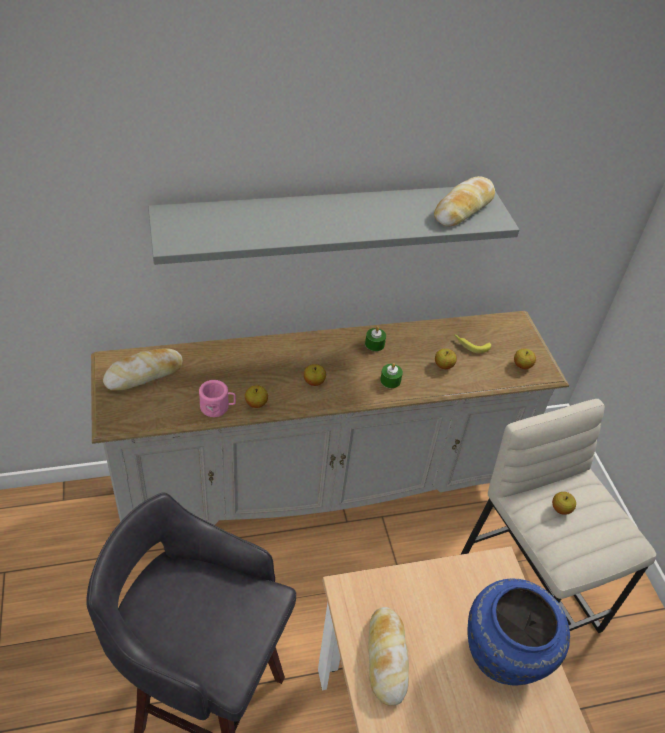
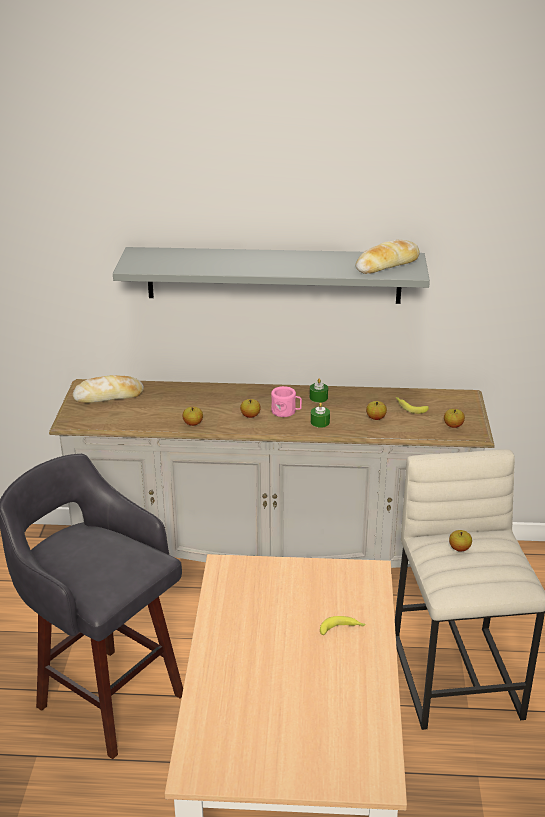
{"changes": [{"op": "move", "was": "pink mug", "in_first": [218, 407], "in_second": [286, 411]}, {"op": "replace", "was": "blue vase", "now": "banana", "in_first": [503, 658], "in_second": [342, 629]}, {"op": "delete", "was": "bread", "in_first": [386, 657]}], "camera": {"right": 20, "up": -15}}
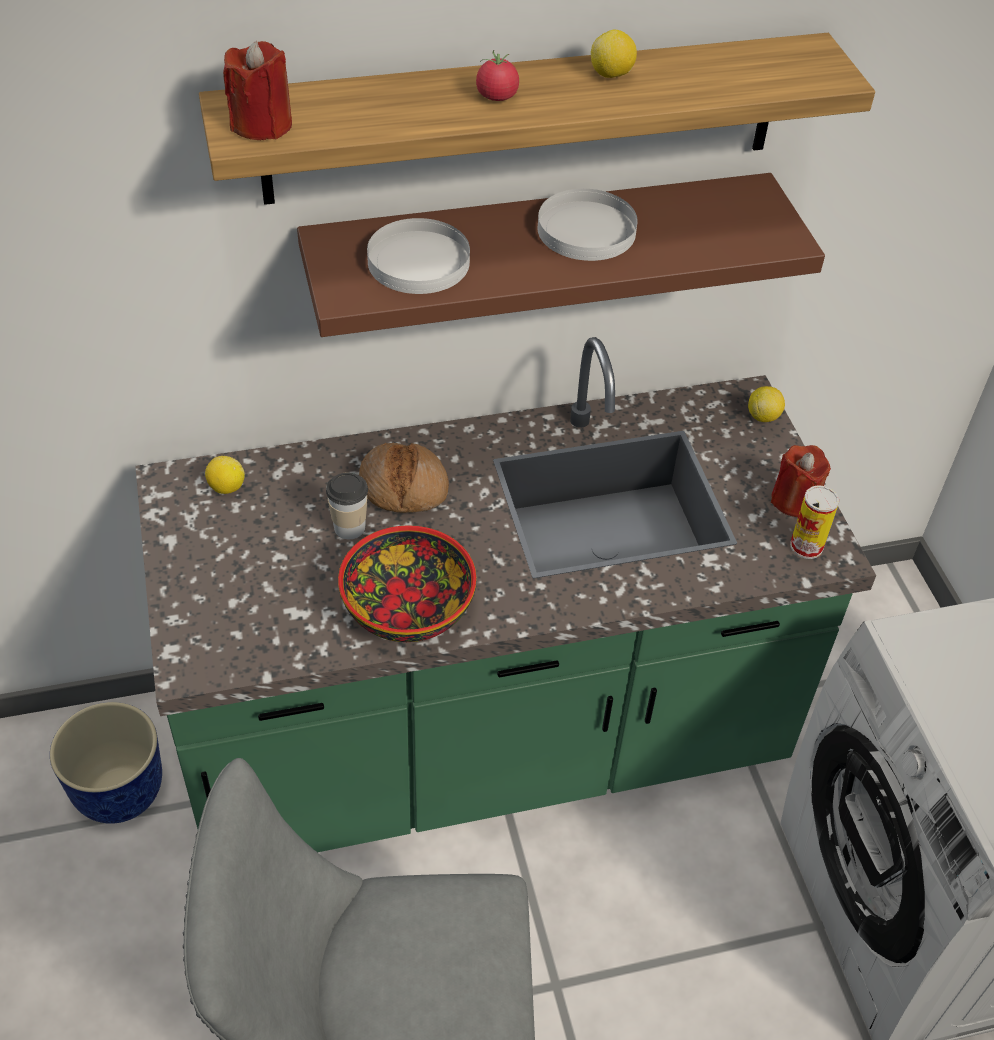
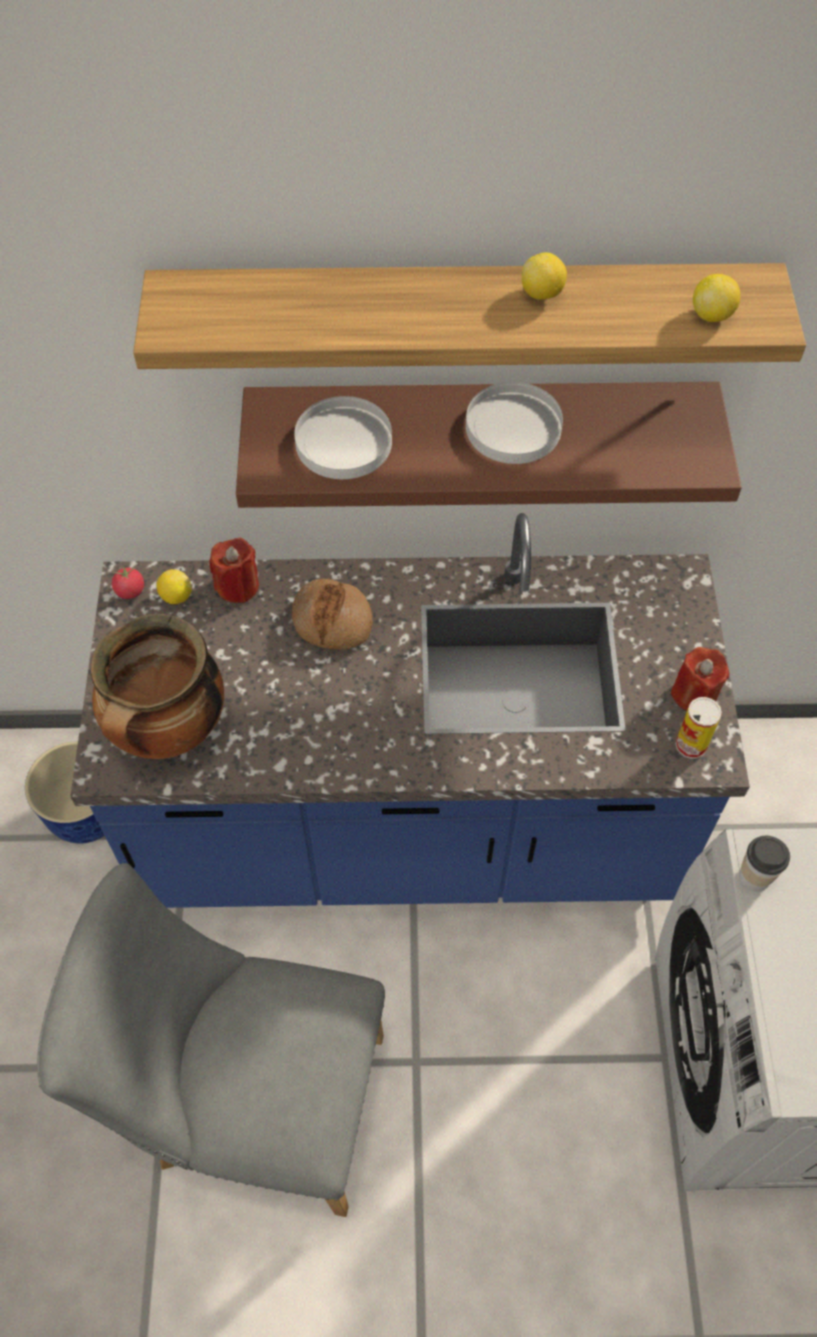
{"changes": [{"op": "move", "was": "red candle", "in_first": [262, 125], "in_second": [237, 586]}, {"op": "move", "was": "tomato", "in_first": [497, 97], "in_second": [130, 591]}, {"op": "recolor", "was": "green counter", "now": "blue counter", "in_first": [485, 743], "in_second": [408, 828]}, {"op": "move", "was": "lemon", "in_first": [763, 416], "in_second": [712, 315]}, {"op": "move", "was": "cup", "in_first": [349, 528], "in_second": [754, 877]}, {"op": "delete", "was": "bowl", "in_first": [409, 607]}, {"op": "insert", "now": "cooking pot", "in_second": [170, 733]}], "camera": {"right": 15, "up": 10}}
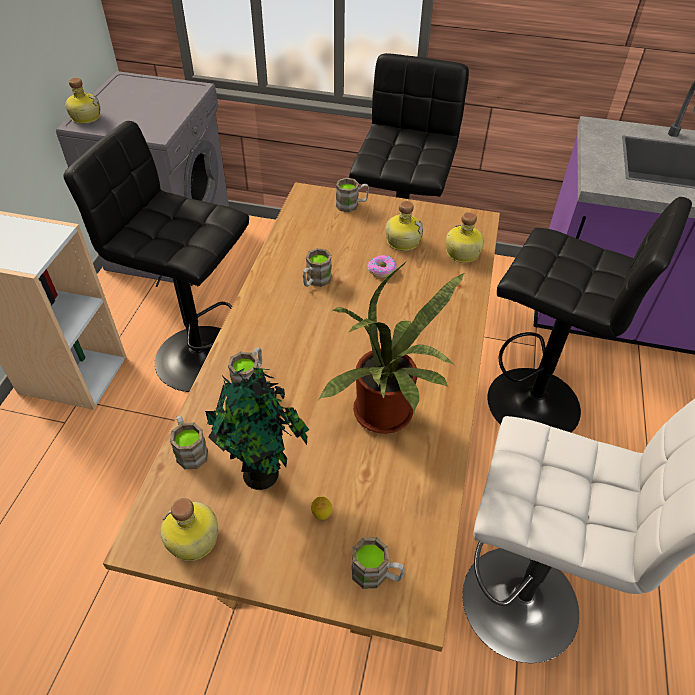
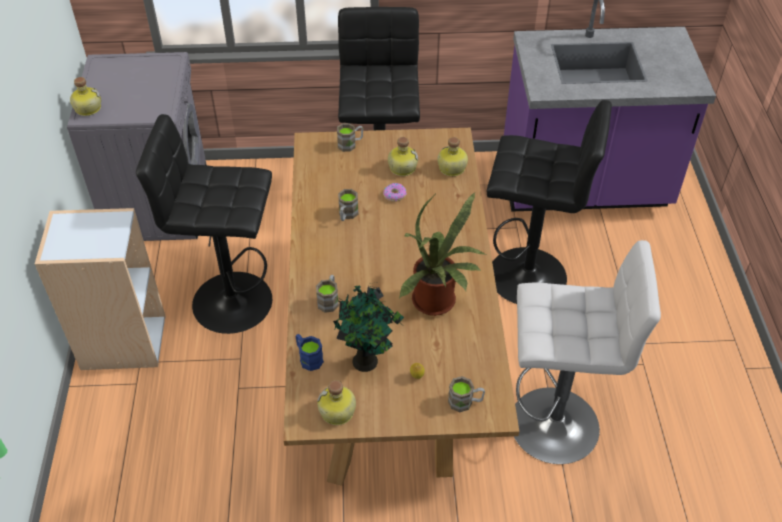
{"changes": [{"op": "recolor", "was": "brown mug", "now": "blue mug", "in_first": [190, 450], "in_second": [308, 358]}], "camera": {"right": -15, "up": 0}}
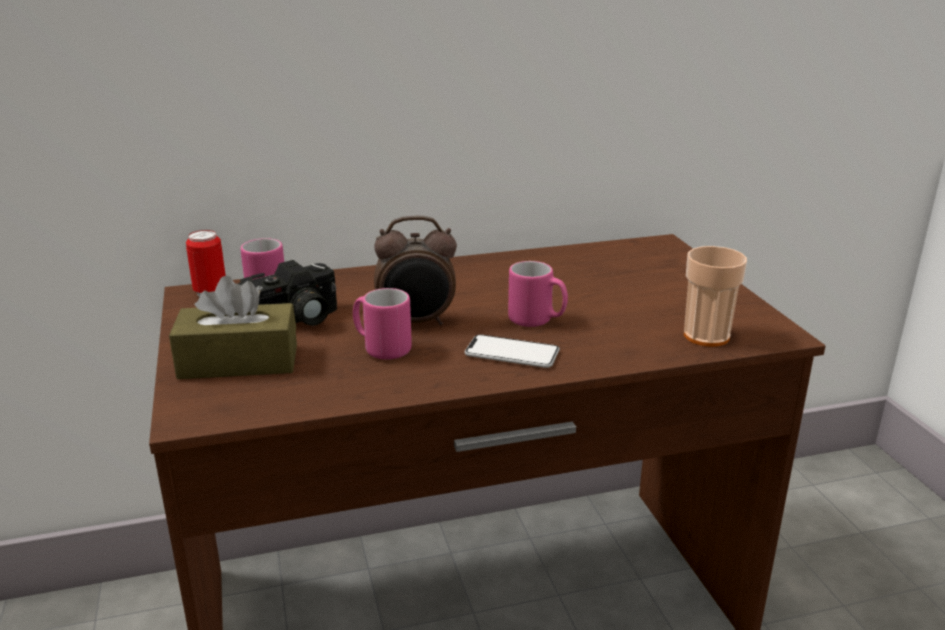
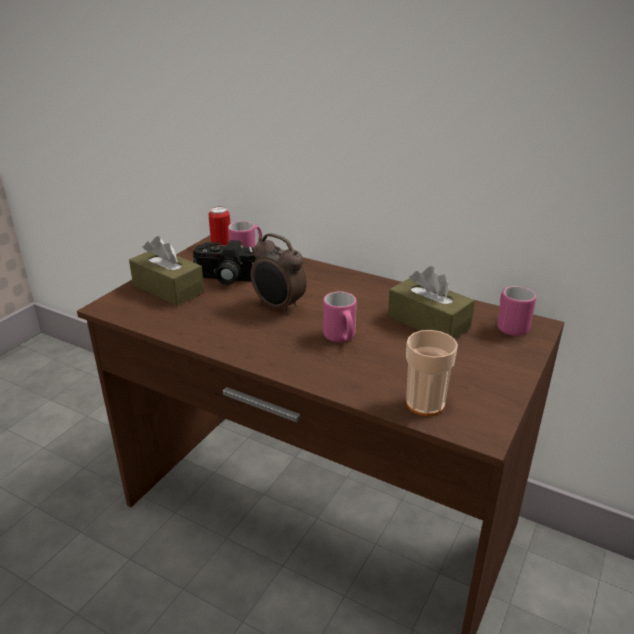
{"changes": [{"op": "move", "was": "pink mug", "in_first": [381, 348], "in_second": [509, 326]}, {"op": "delete", "was": "phone", "in_first": [512, 353]}, {"op": "insert", "now": "brown tissue box", "in_second": [428, 322]}], "camera": {"right": 45, "up": 5}}
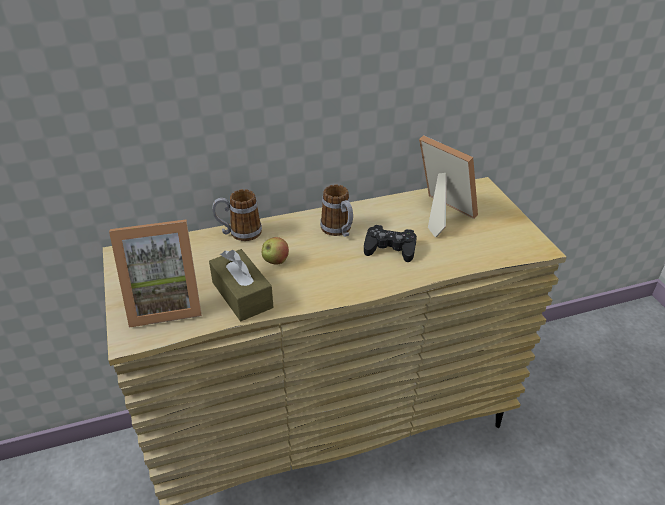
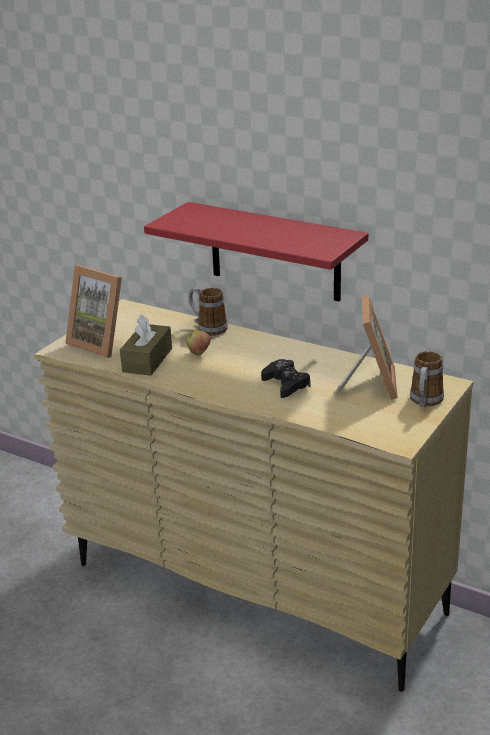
{"changes": [{"op": "move", "was": "mug", "in_first": [339, 231], "in_second": [425, 402]}, {"op": "insert", "now": "red shelf", "in_second": [274, 252]}], "camera": {"right": 50, "up": -10}}
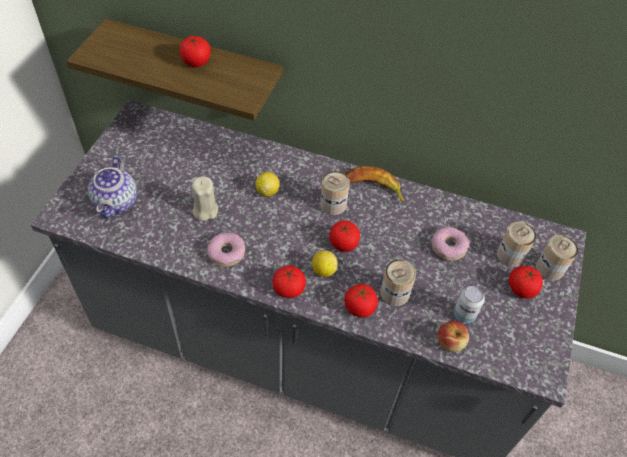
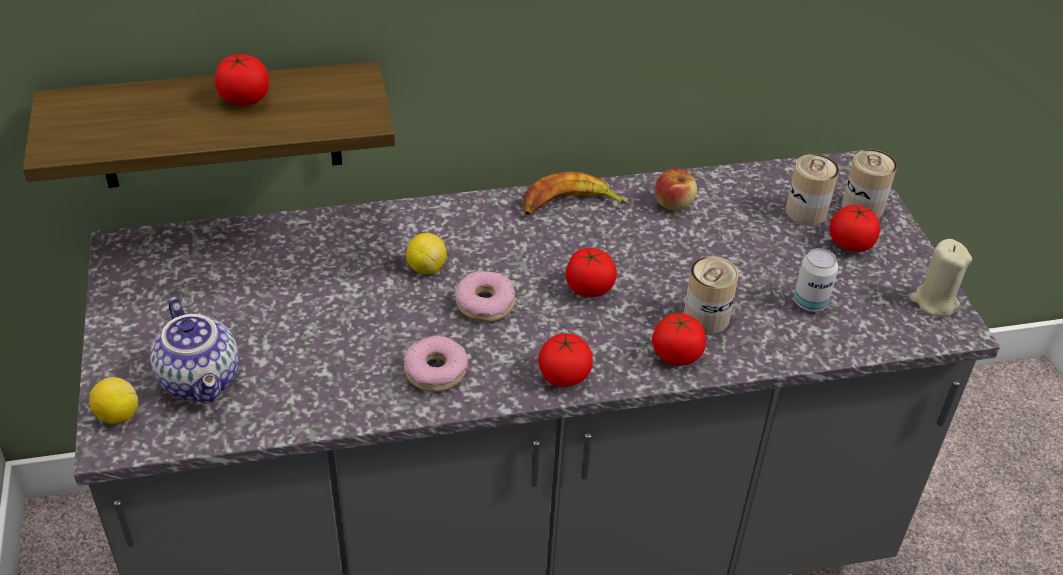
{"changes": [{"op": "delete", "was": "can", "in_first": [333, 204]}, {"op": "move", "was": "beige candle", "in_first": [205, 210], "in_second": [934, 302]}, {"op": "move", "was": "donut", "in_first": [448, 247], "in_second": [485, 303]}, {"op": "move", "was": "lemon", "in_first": [323, 270], "in_second": [118, 415]}, {"op": "move", "was": "apple", "in_first": [450, 342], "in_second": [674, 203]}], "camera": {"right": -30, "up": -10}}
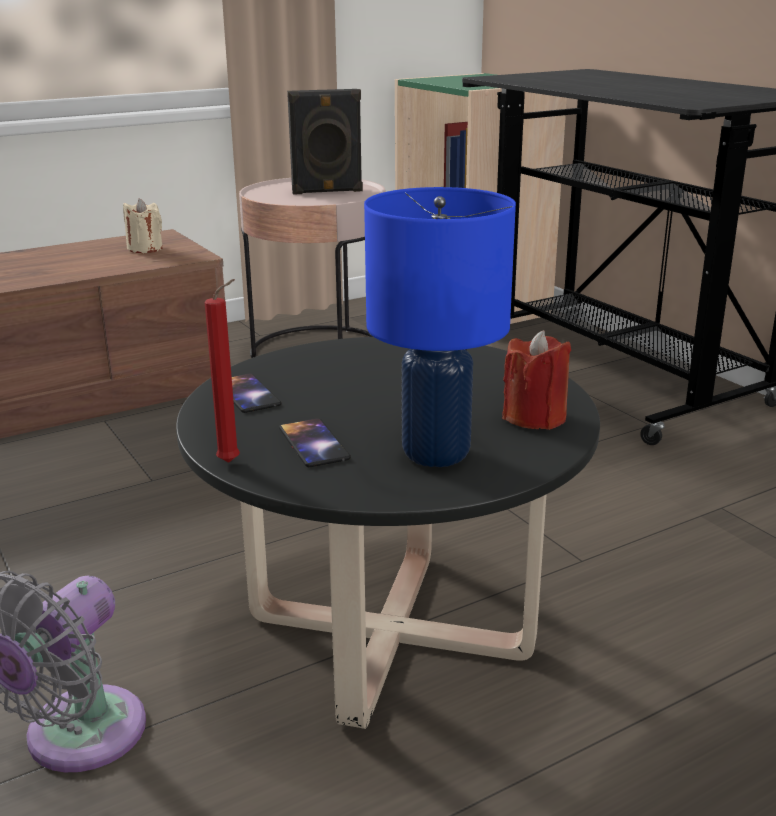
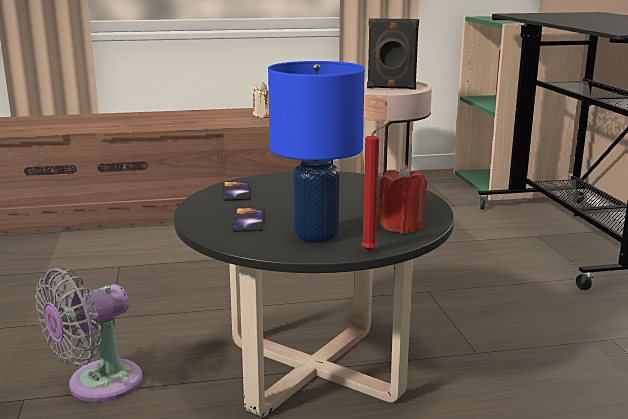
{"changes": [{"op": "move", "was": "red candle", "in_first": [232, 462], "in_second": [372, 251]}], "camera": {"right": 20, "up": -5}}
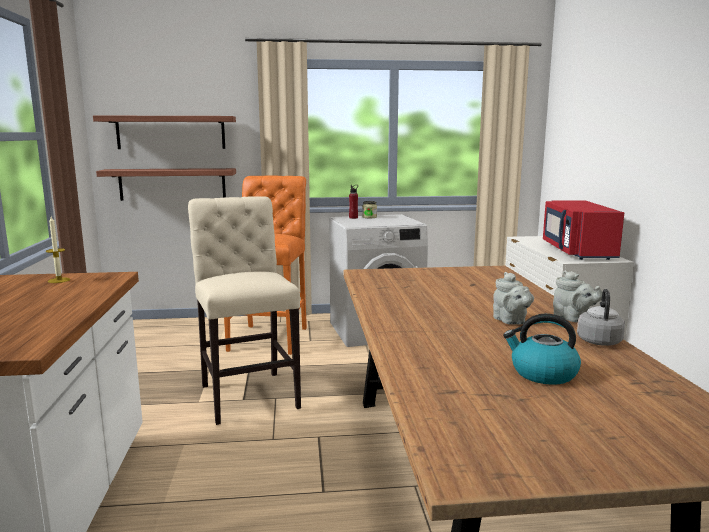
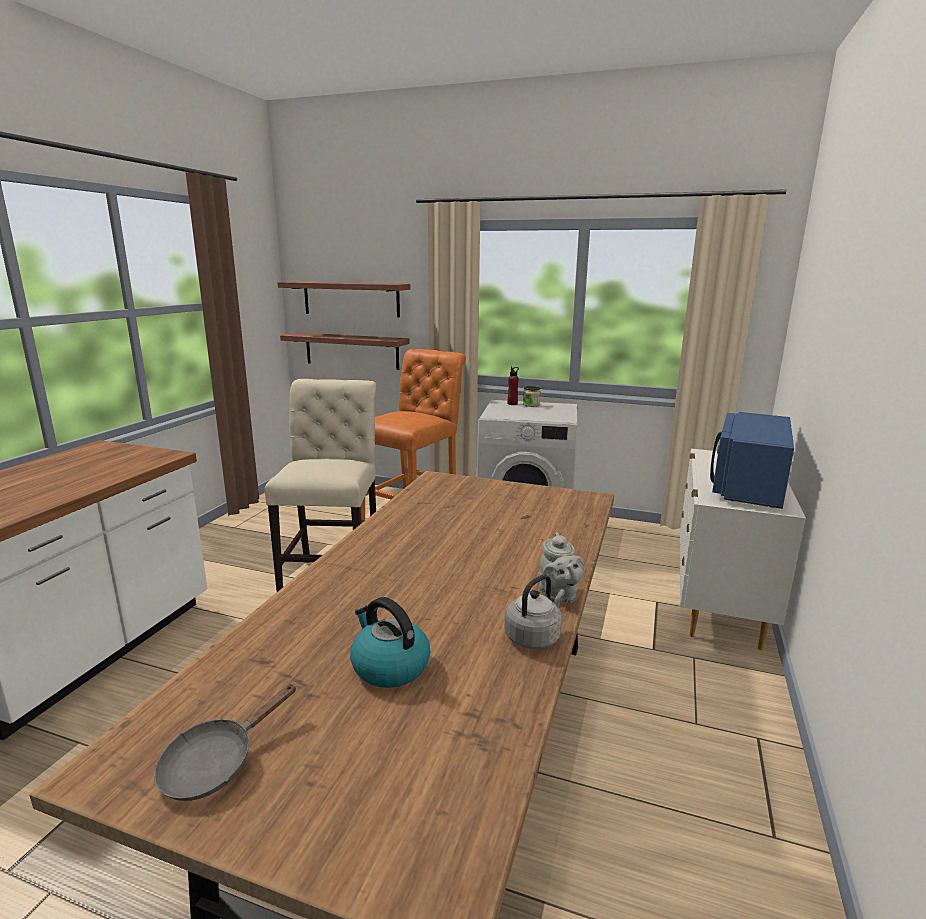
{"changes": [{"op": "recolor", "was": "red microwave", "now": "blue microwave", "in_first": [576, 251], "in_second": [747, 486]}, {"op": "delete", "was": "candle", "in_first": [59, 280]}, {"op": "delete", "was": "grey teapot", "in_first": [511, 321]}, {"op": "insert", "now": "grey frying pan", "in_second": [216, 763]}], "camera": {"right": 25, "up": 5}}
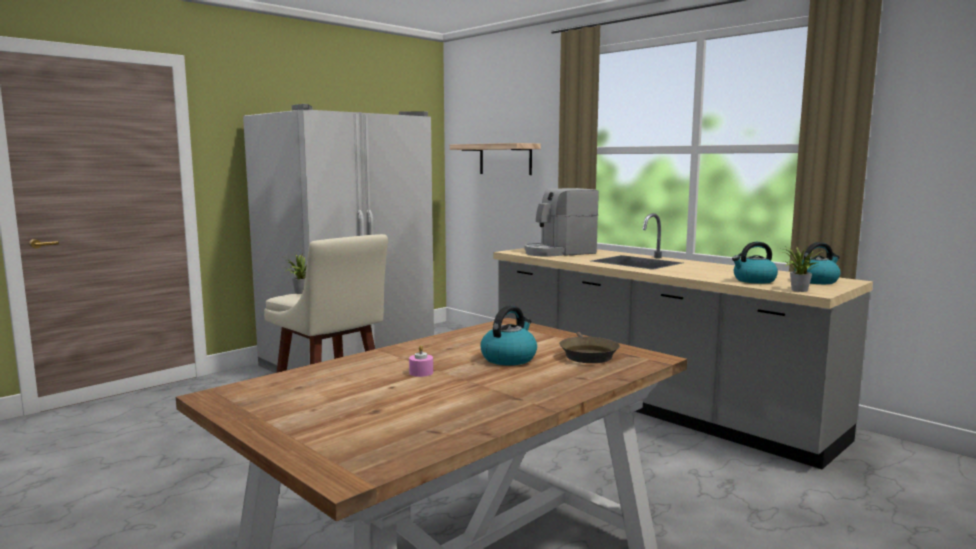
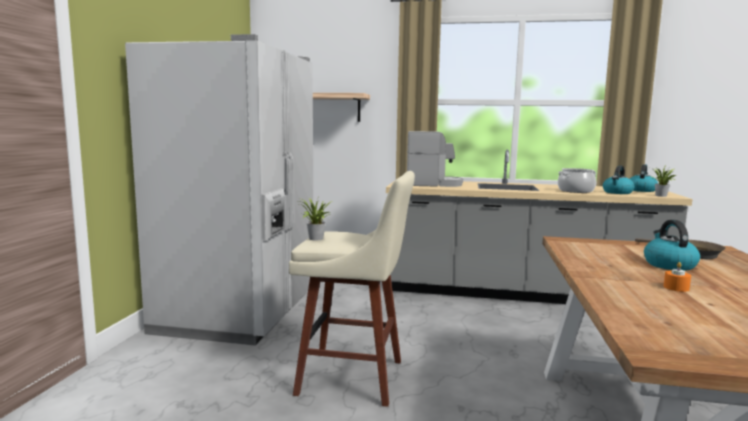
{"changes": [{"op": "rotate", "was": "coffee machine", "in_first": [559, 252], "in_second": [433, 184], "clockwise": -120}, {"op": "recolor", "was": "pink candle", "now": "orange candle", "in_first": [421, 372], "in_second": [676, 288]}, {"op": "insert", "now": "cooking pot", "in_second": [575, 191]}], "camera": {"right": -35, "up": 0}}
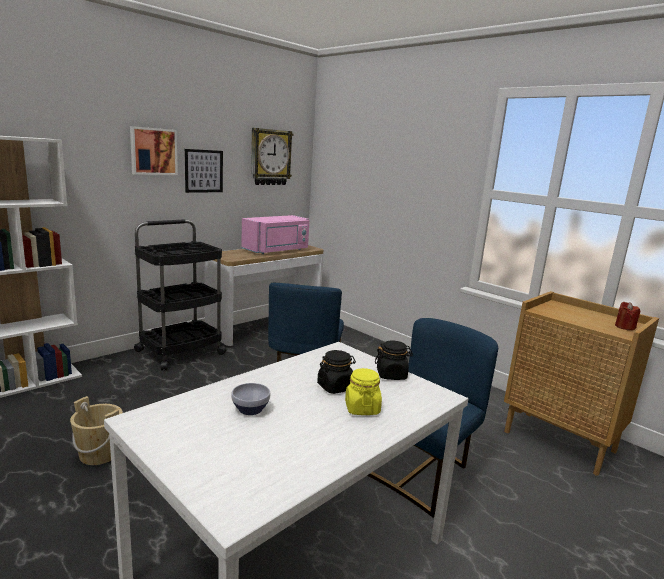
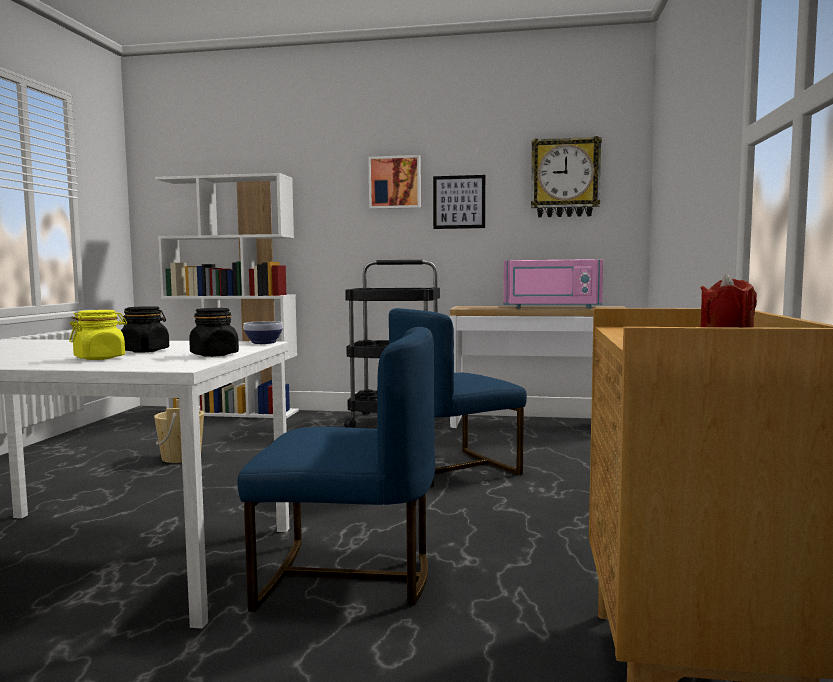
{"changes": [{"op": "move", "was": "bowl", "in_first": [250, 410], "in_second": [262, 343]}], "camera": {"right": 55, "up": -10}}
